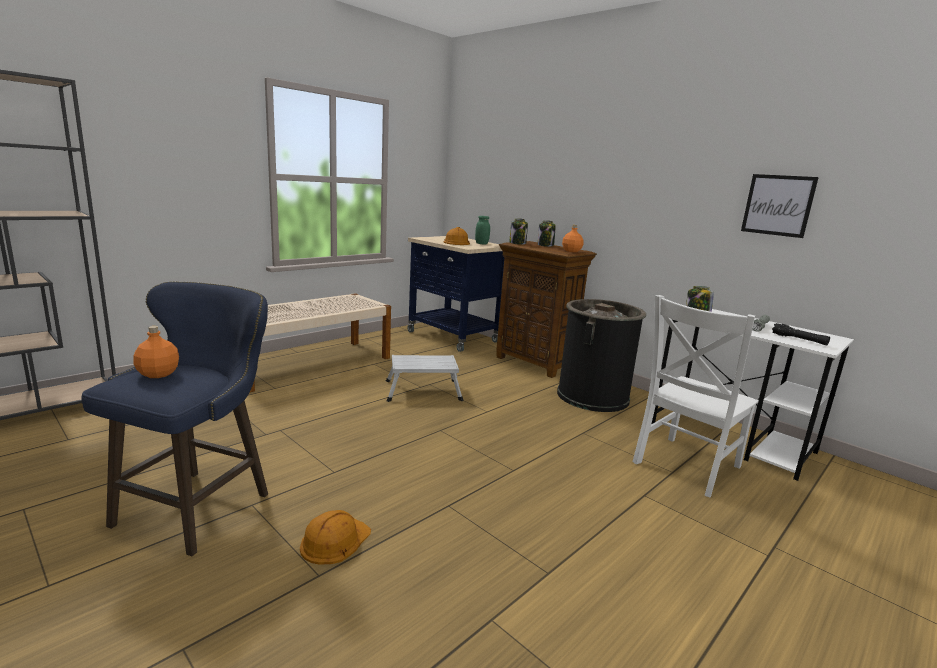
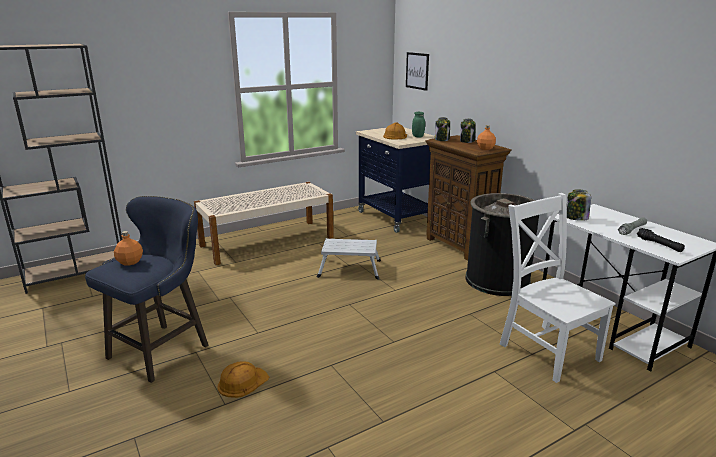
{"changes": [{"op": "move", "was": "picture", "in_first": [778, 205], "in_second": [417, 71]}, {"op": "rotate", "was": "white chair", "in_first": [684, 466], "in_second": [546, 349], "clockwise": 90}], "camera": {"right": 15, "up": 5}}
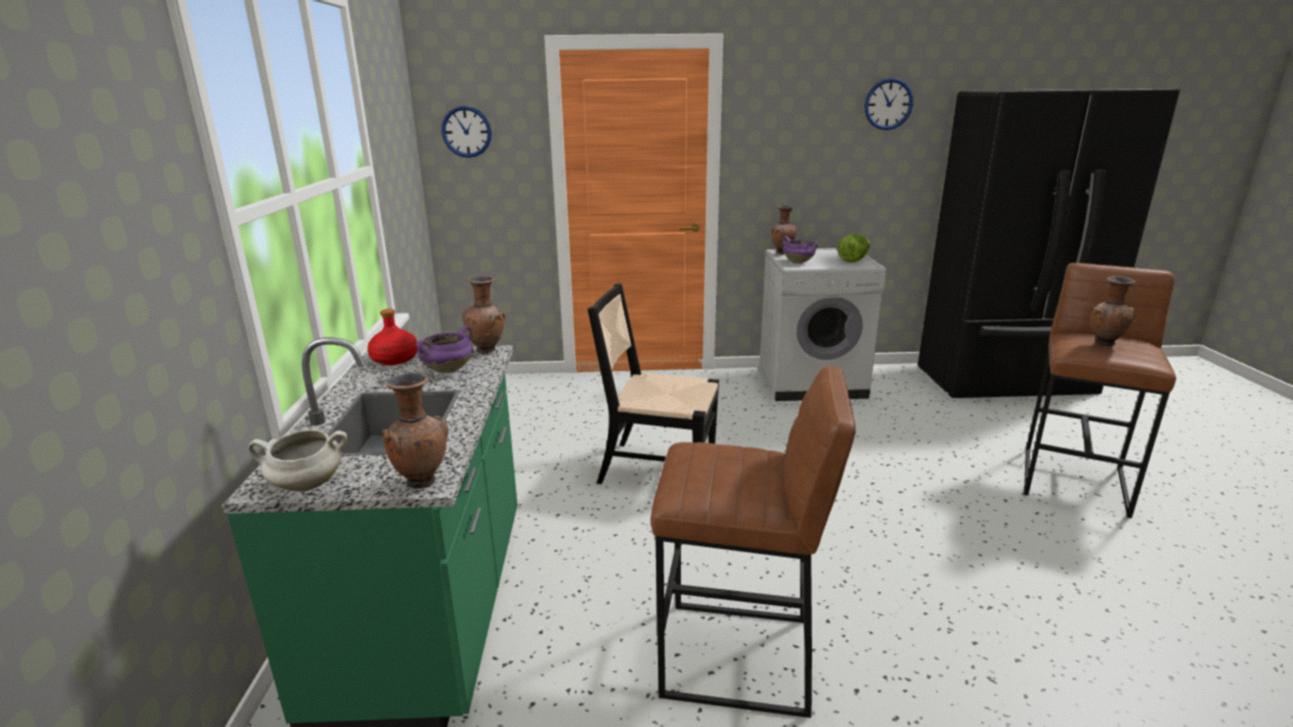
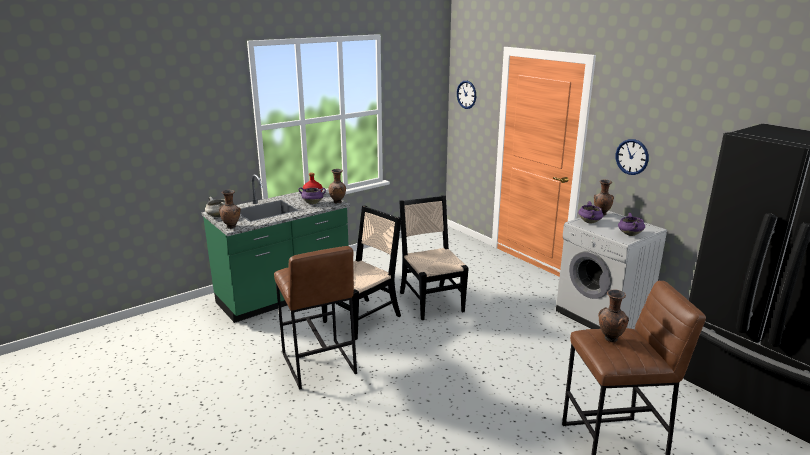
{"changes": [{"op": "move", "was": "wall clock", "in_first": [888, 104], "in_second": [632, 157]}, {"op": "replace", "was": "lettuce", "now": "purple cooking pot", "in_first": [854, 260], "in_second": [629, 234]}, {"op": "insert", "now": "chair", "in_second": [362, 319]}], "camera": {"right": 55, "up": 0}}
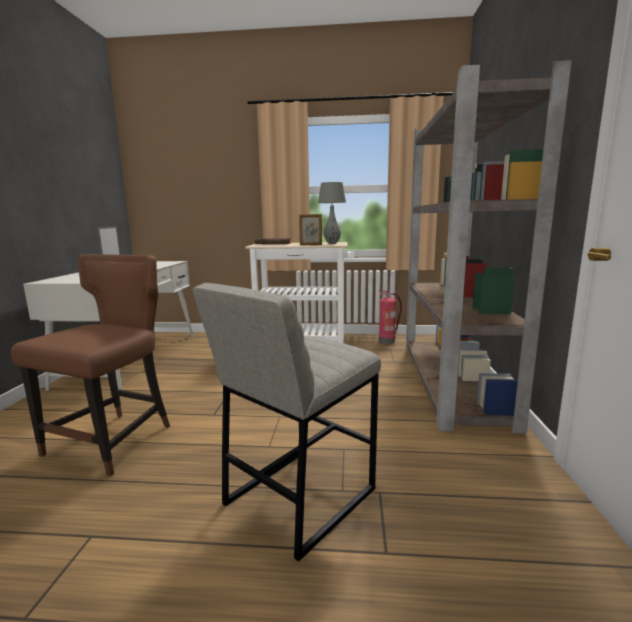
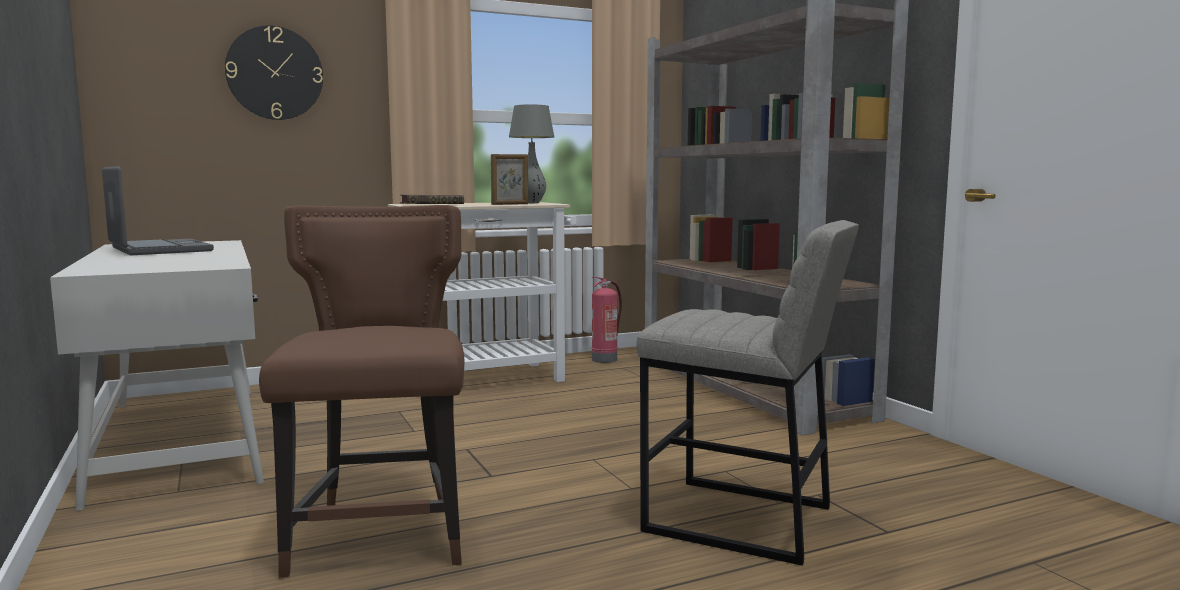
{"changes": [{"op": "rotate", "was": "grey chair", "in_first": [297, 498], "in_second": [743, 520], "clockwise": -75}, {"op": "insert", "now": "wall clock", "in_second": [274, 73]}], "camera": {"right": -30, "up": -5}}
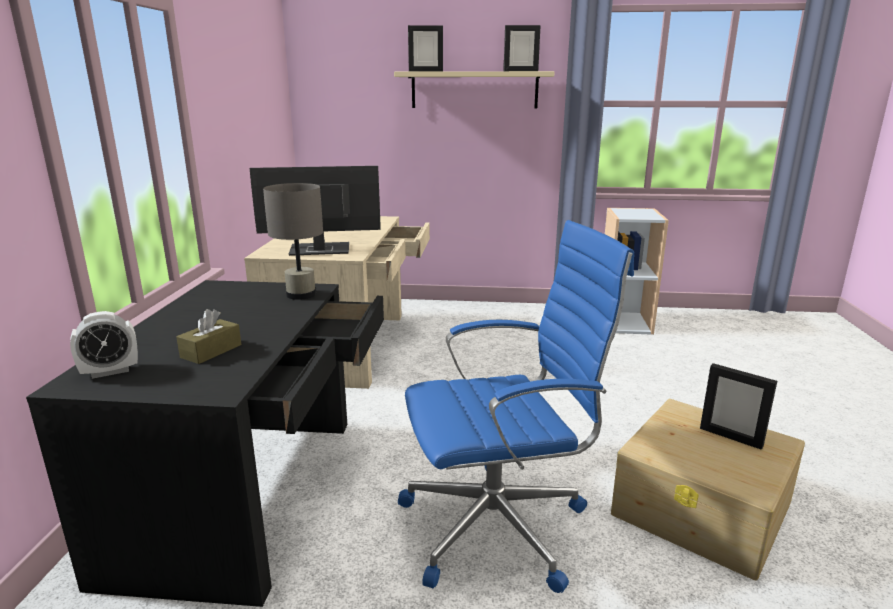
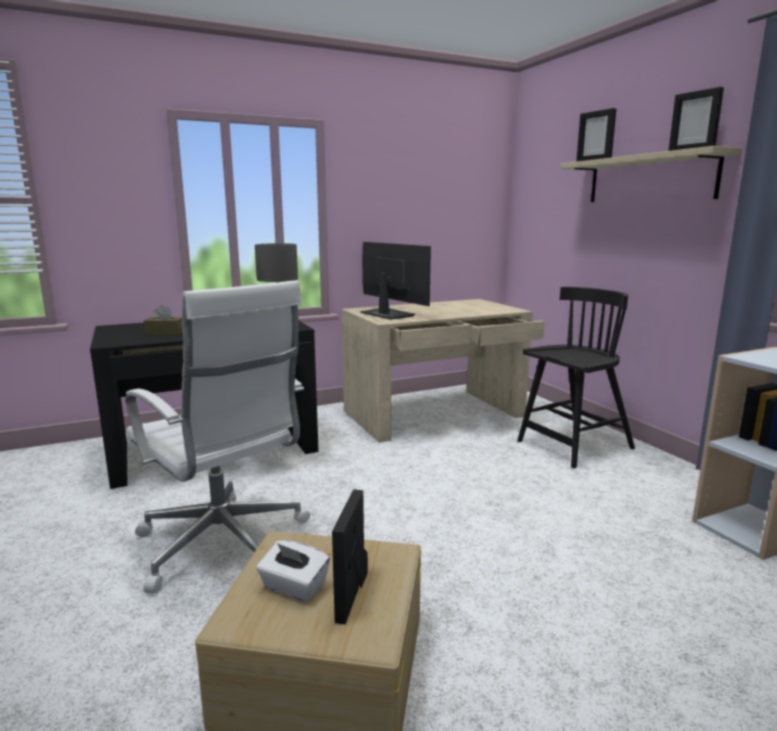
{"changes": [{"op": "recolor", "was": "blue office chair", "now": "white office chair", "in_first": [500, 525], "in_second": [225, 545]}, {"op": "delete", "was": "alarm clock", "in_first": [110, 371]}, {"op": "insert", "now": "black chair", "in_second": [573, 445]}, {"op": "insert", "now": "white tissue box", "in_second": [294, 587]}], "camera": {"right": 60, "up": -5}}
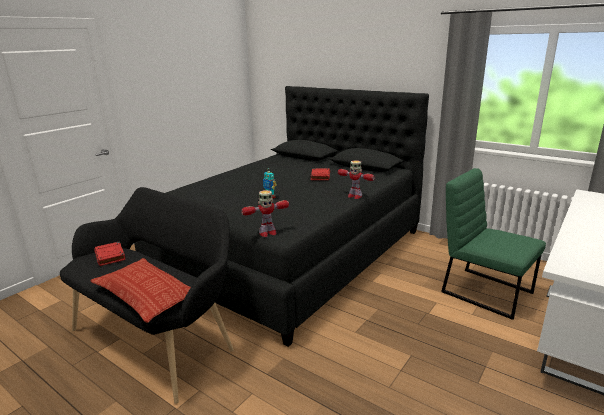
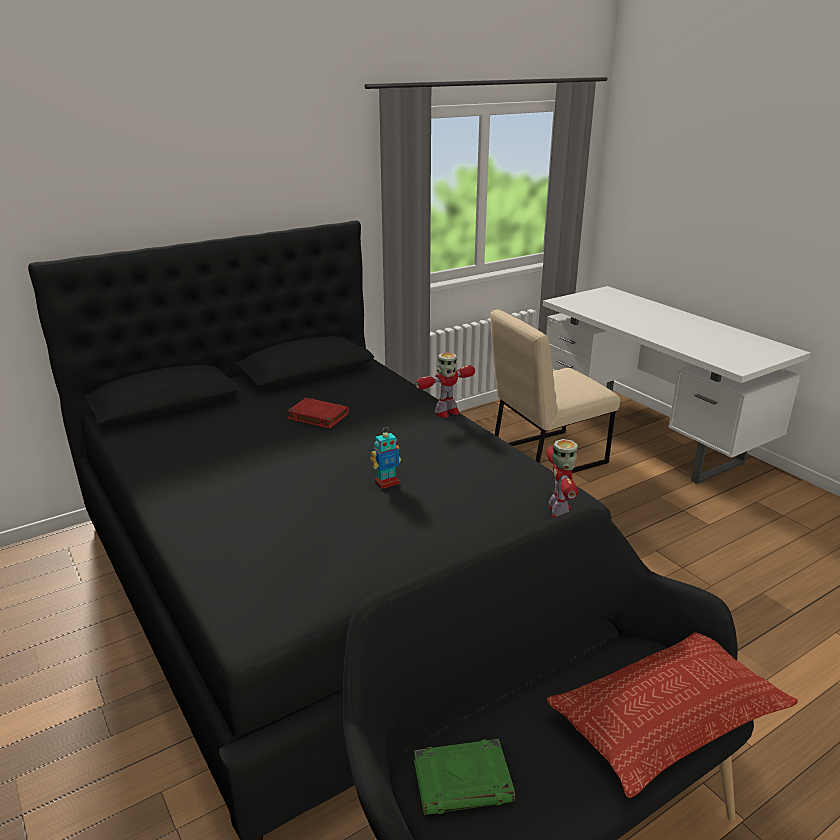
{"changes": [{"op": "recolor", "was": "green chair", "now": "beige chair", "in_first": [484, 291], "in_second": [545, 456]}, {"op": "recolor", "was": "red book", "now": "green book", "in_first": [110, 256], "in_second": [463, 781]}], "camera": {"right": -70, "up": 5}}
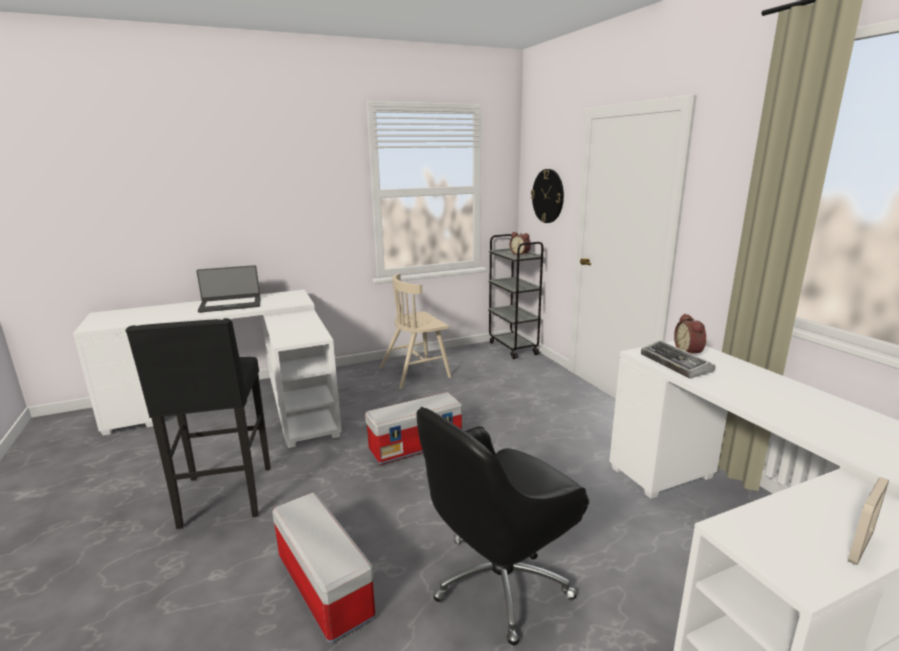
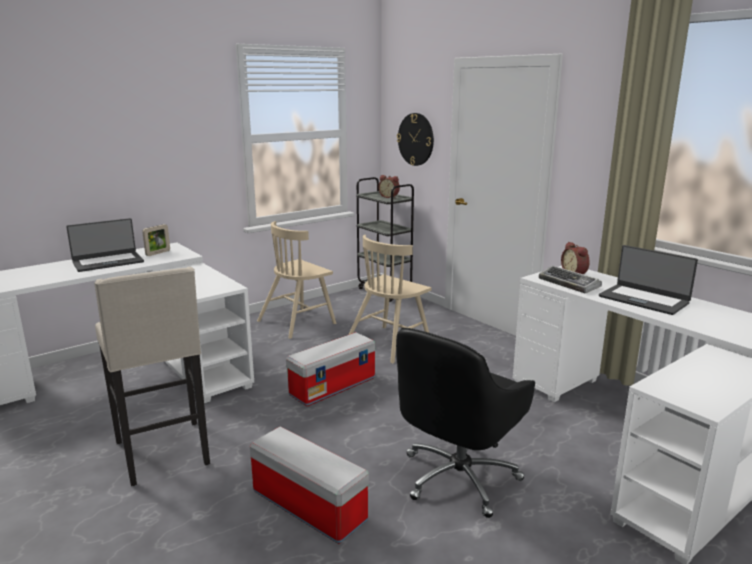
{"changes": [{"op": "recolor", "was": "black stool", "now": "beige stool", "in_first": [225, 498], "in_second": [164, 454]}, {"op": "move", "was": "picture frame", "in_first": [860, 548], "in_second": [158, 253]}, {"op": "insert", "now": "beige chair", "in_second": [391, 342]}, {"op": "insert", "now": "laptop", "in_second": [644, 299]}], "camera": {"right": -15, "up": 0}}
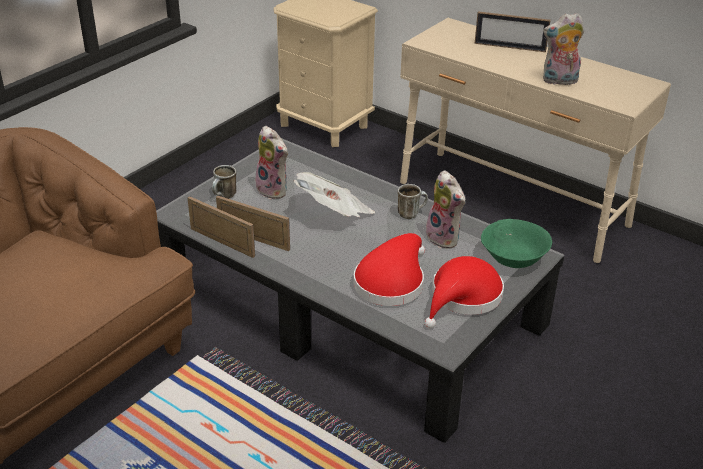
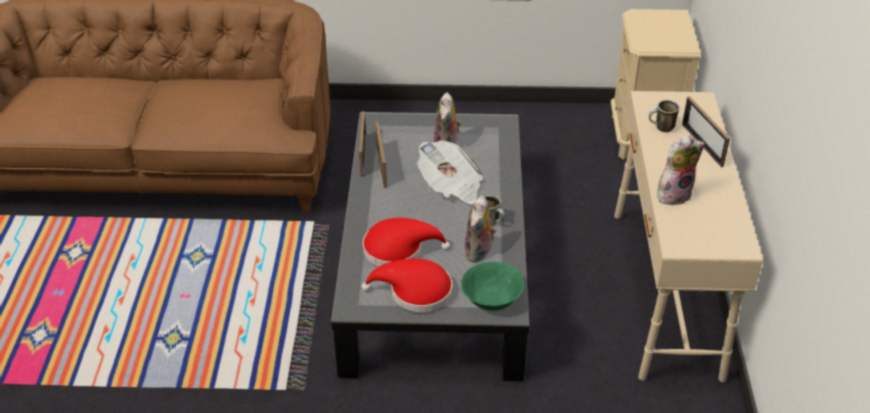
{"changes": [{"op": "rotate", "was": "plush toy", "in_first": [559, 81], "in_second": [674, 194], "clockwise": 105}, {"op": "move", "was": "mug", "in_first": [225, 197], "in_second": [661, 128]}], "camera": {"right": 55, "up": 5}}
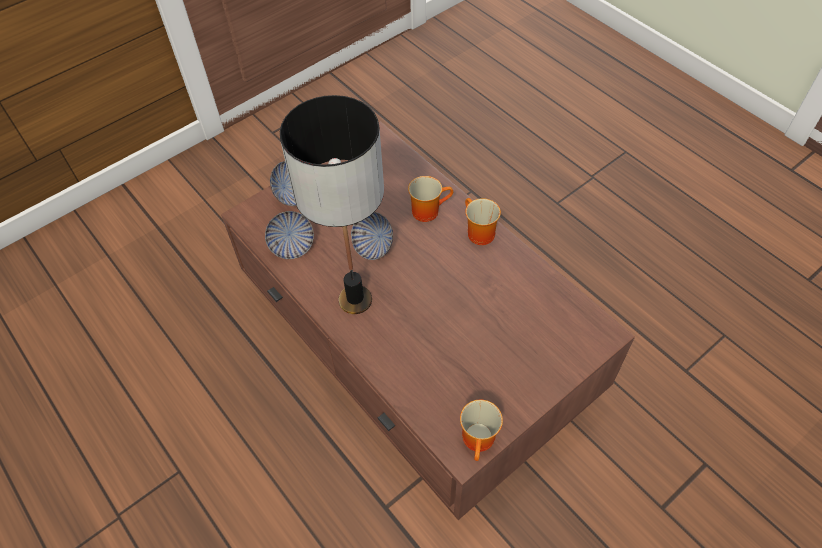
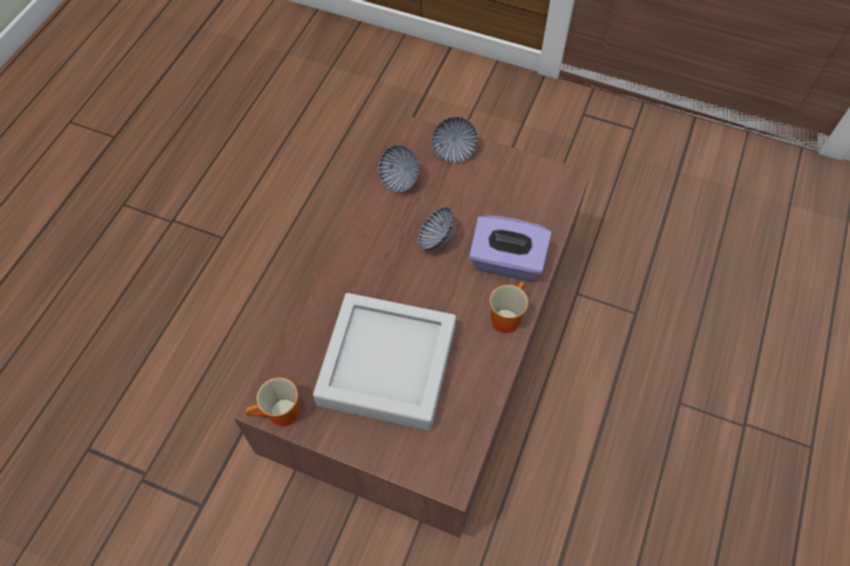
{"changes": [{"op": "delete", "was": "table lamp", "in_first": [356, 300]}, {"op": "replace", "was": "mug", "now": "purple tissue box", "in_first": [428, 209], "in_second": [506, 262]}, {"op": "insert", "now": "grey tray", "in_second": [387, 365]}], "camera": {"right": 60, "up": 5}}
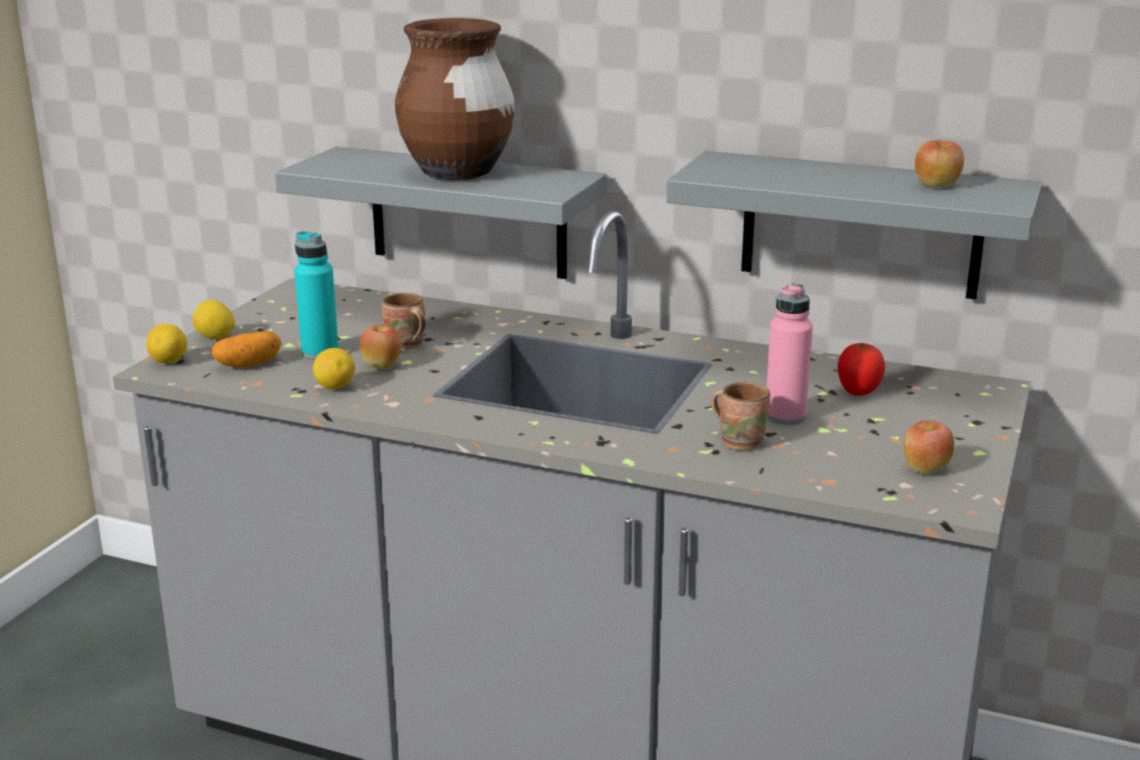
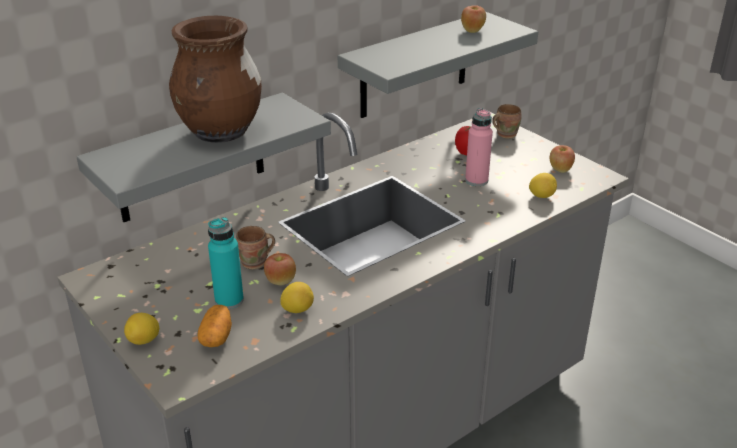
{"changes": [{"op": "move", "was": "lemon", "in_first": [169, 362], "in_second": [541, 196]}, {"op": "move", "was": "brown mug", "in_first": [740, 441], "in_second": [505, 134]}], "camera": {"right": -60, "up": 10}}
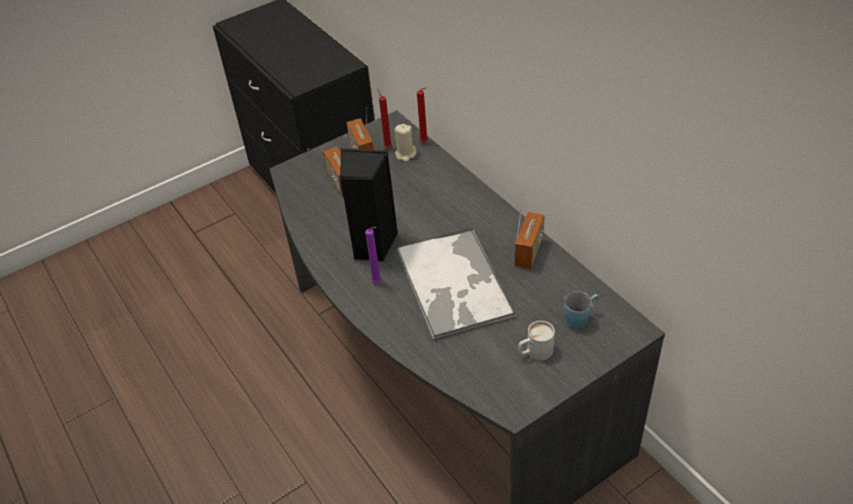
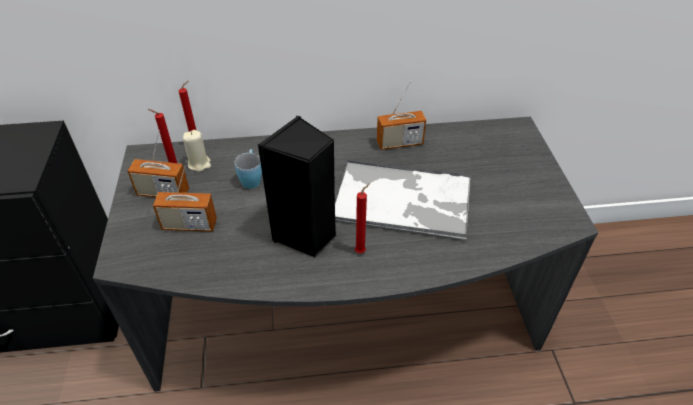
{"changes": [{"op": "rotate", "was": "radio", "in_first": [529, 252], "in_second": [399, 143], "clockwise": 120}, {"op": "recolor", "was": "purple candle", "now": "red candle", "in_first": [378, 282], "in_second": [361, 251]}, {"op": "move", "was": "blue mug", "in_first": [580, 318], "in_second": [251, 178]}, {"op": "delete", "was": "white mug", "in_first": [534, 352]}], "camera": {"right": -65, "up": 0}}
